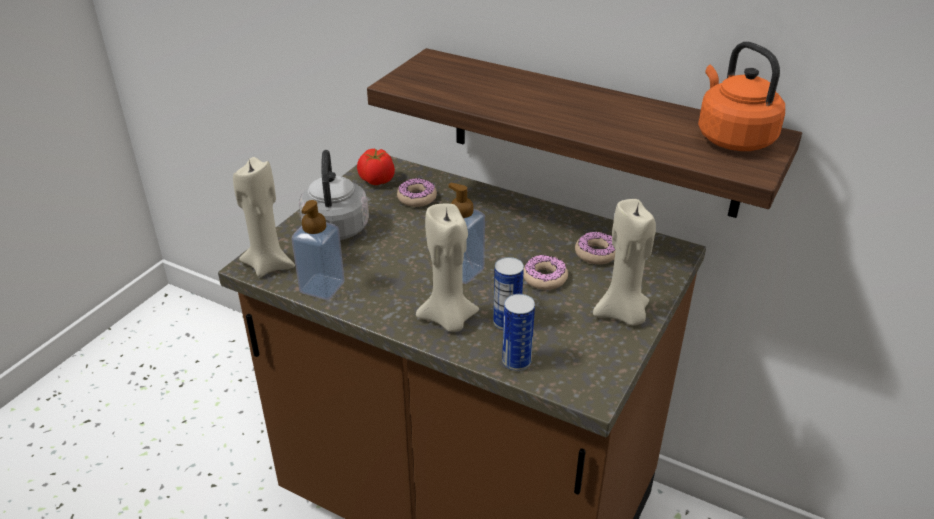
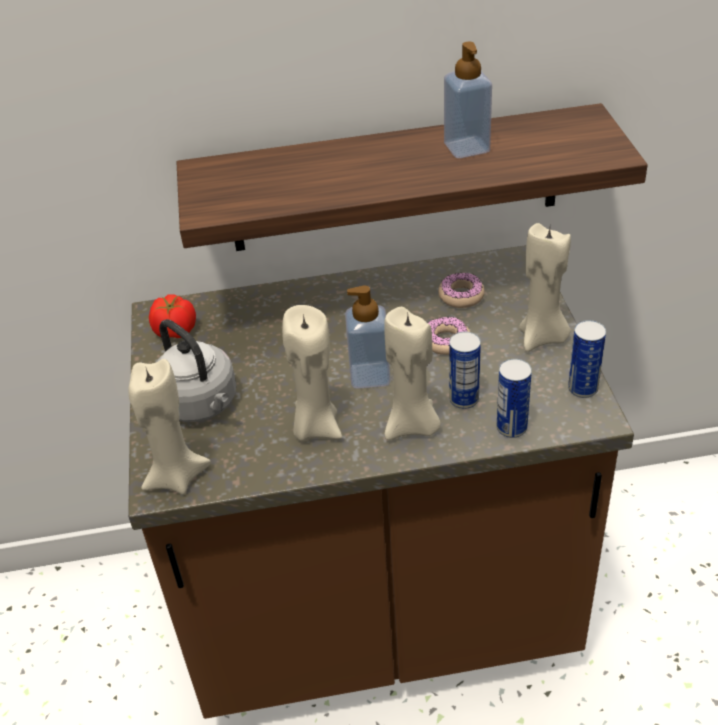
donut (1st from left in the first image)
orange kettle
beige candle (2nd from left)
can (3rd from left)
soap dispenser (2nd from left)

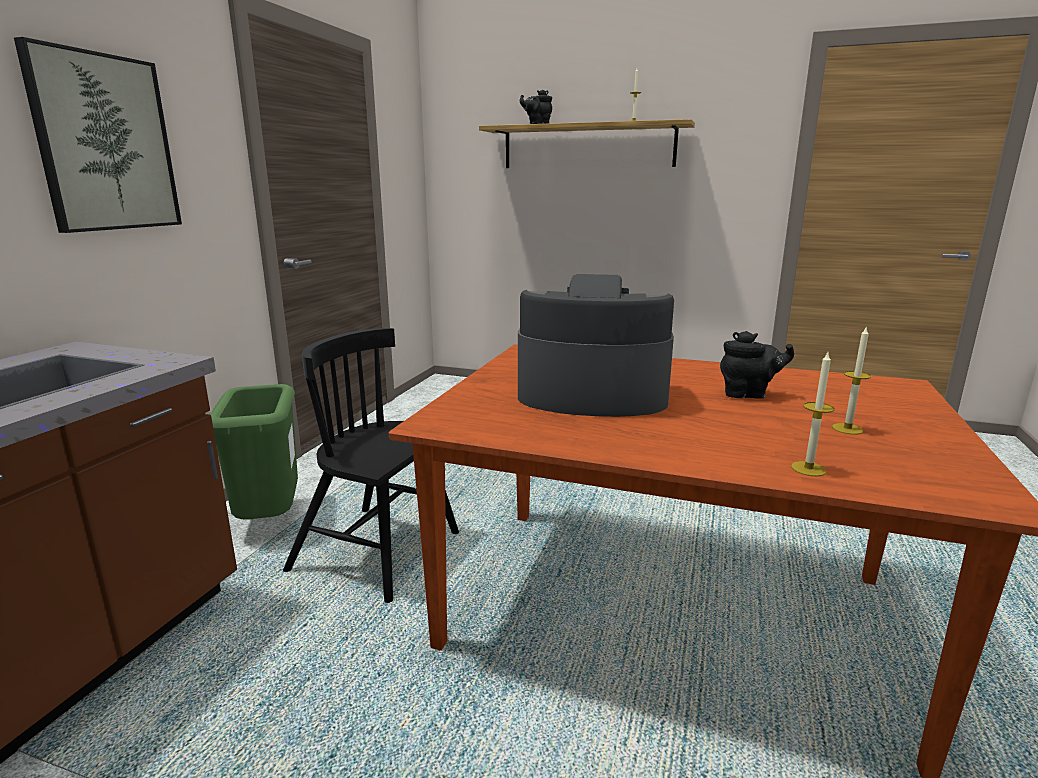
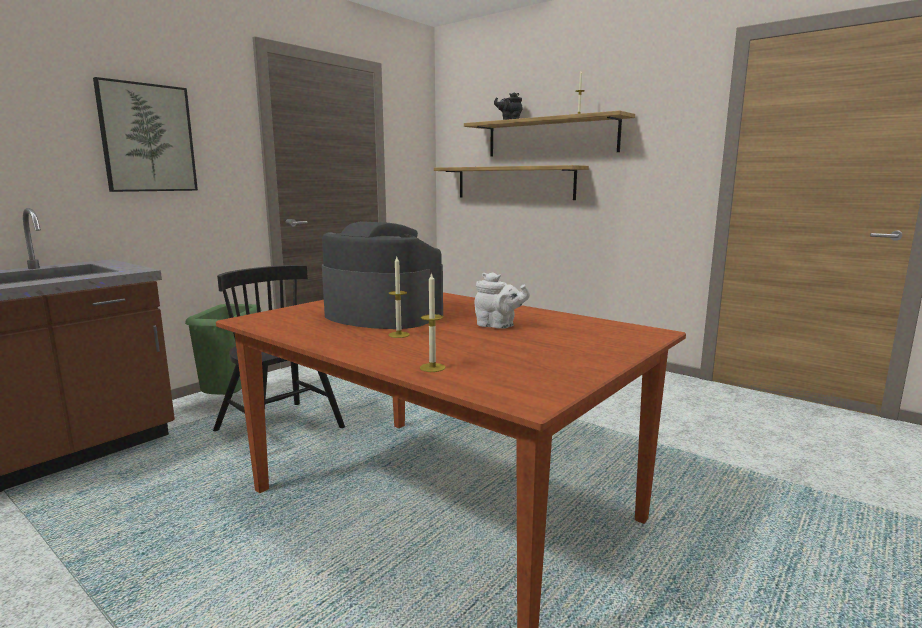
shelf (1st from left)
candle (1st from left)
white teapot

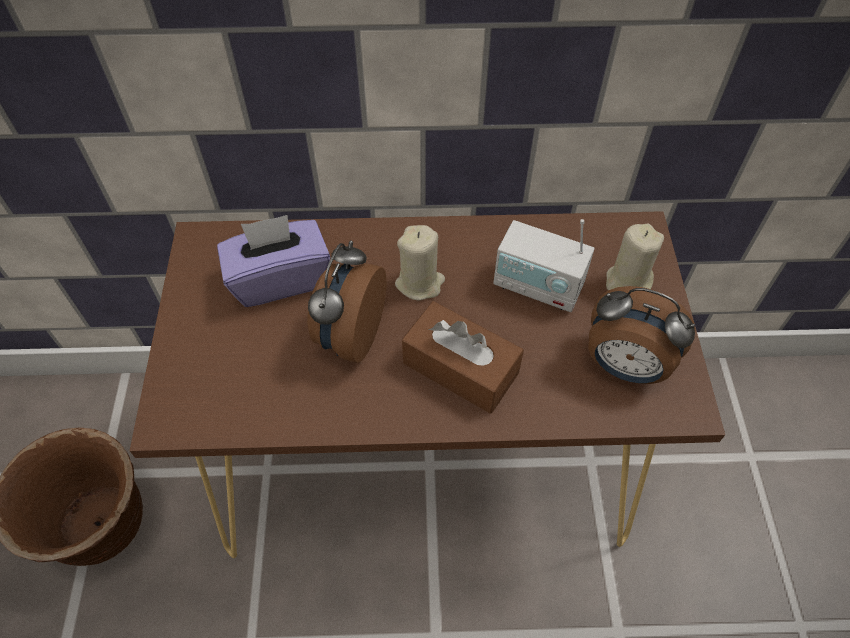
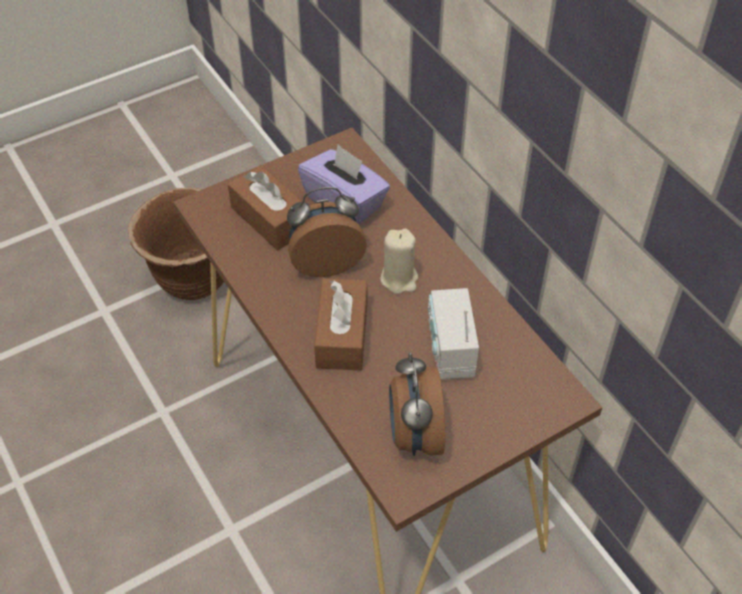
beige candle (2nd from left in the first image)
brown tissue box (1st from left)

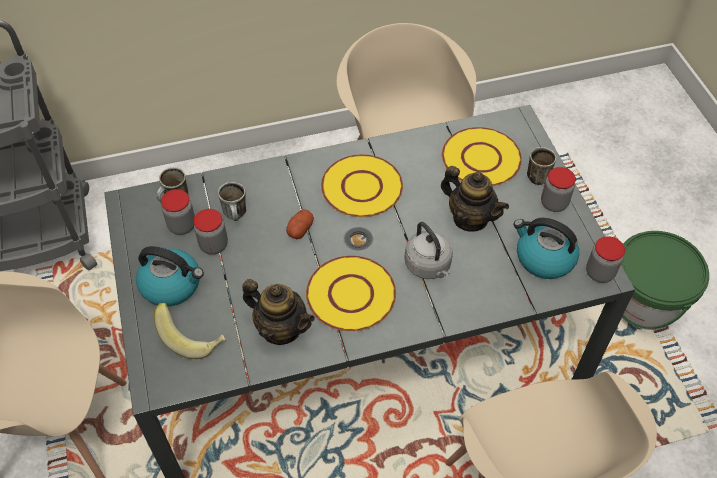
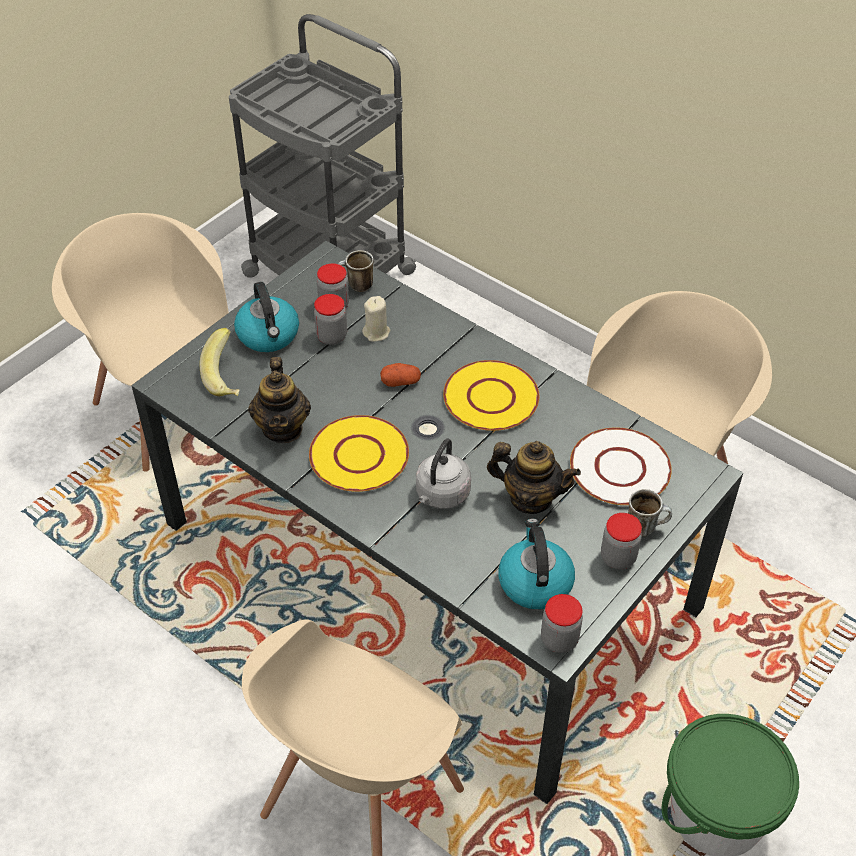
beige candle
white plate
teapot (2nd from left)

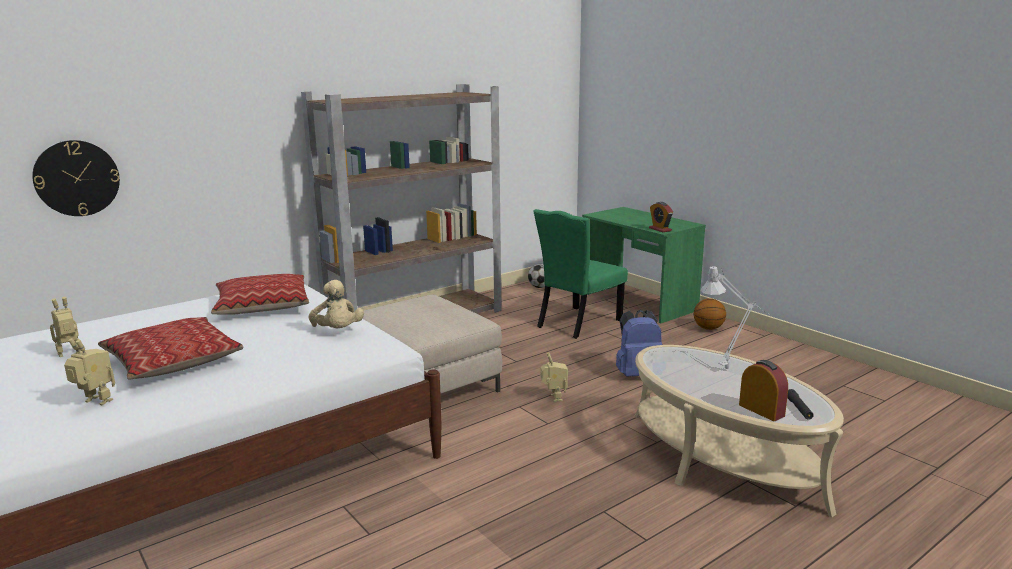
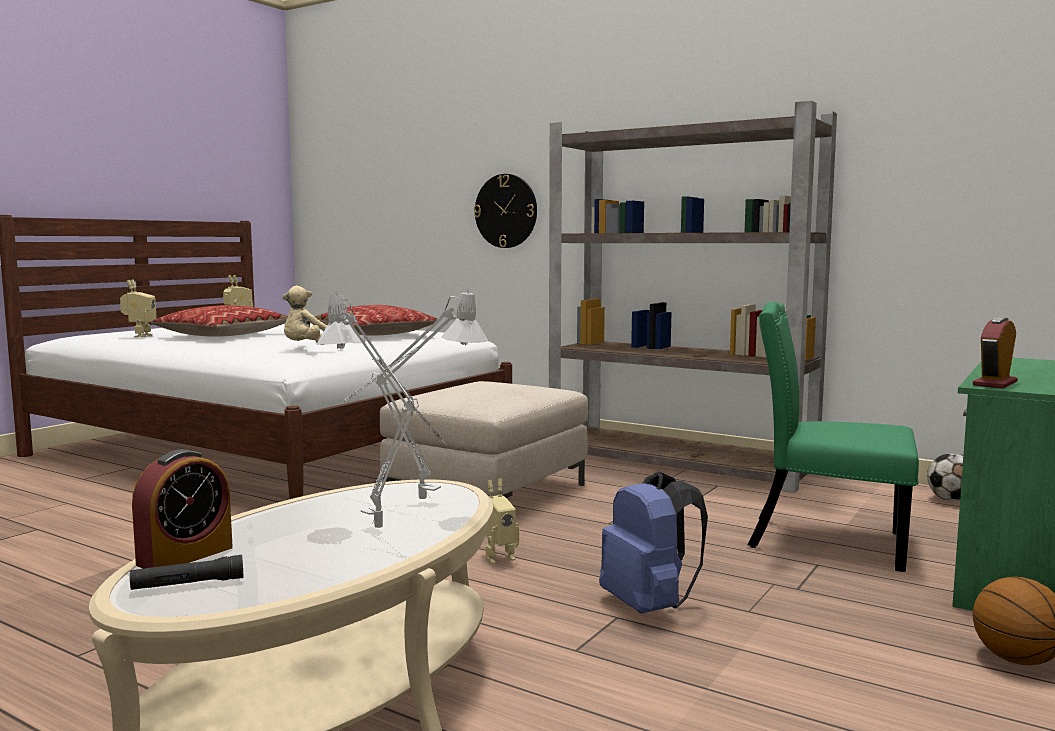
grey table lamp (2nd from left)
wall clock

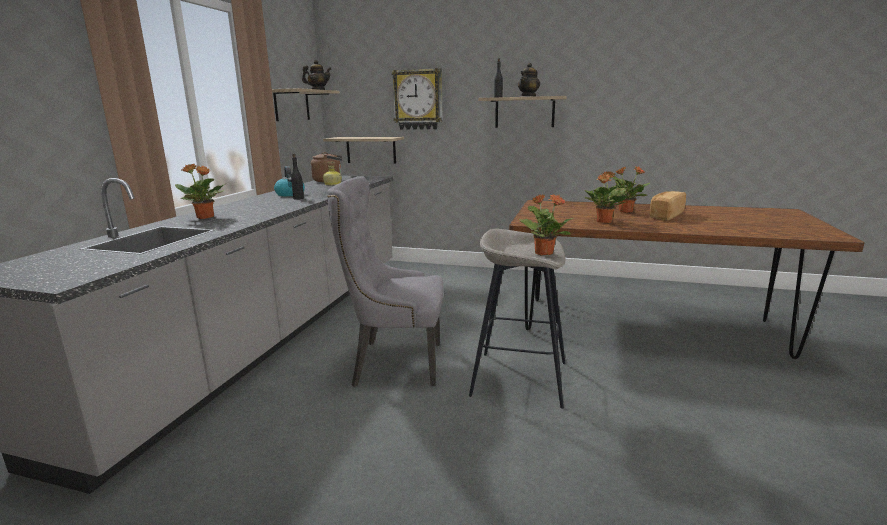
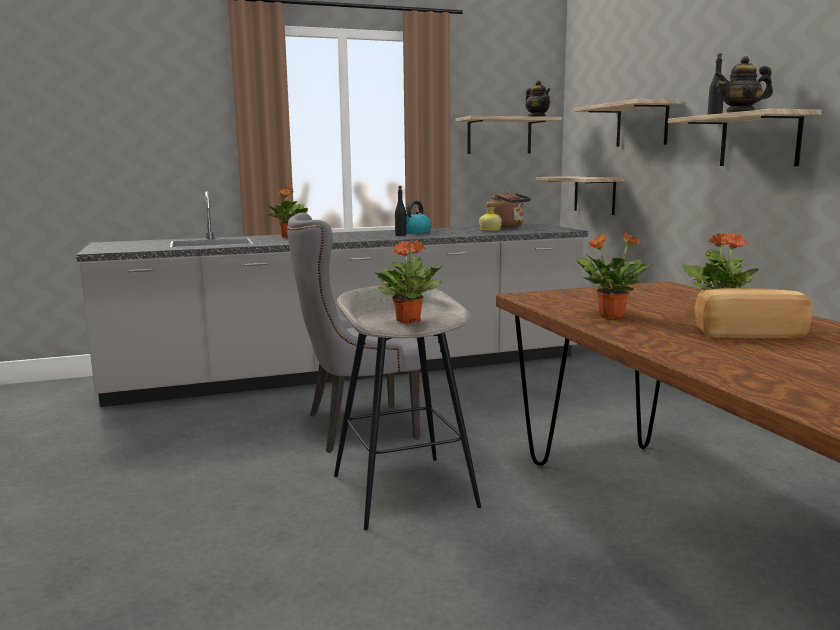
shelf (3rd from left)
grey chair

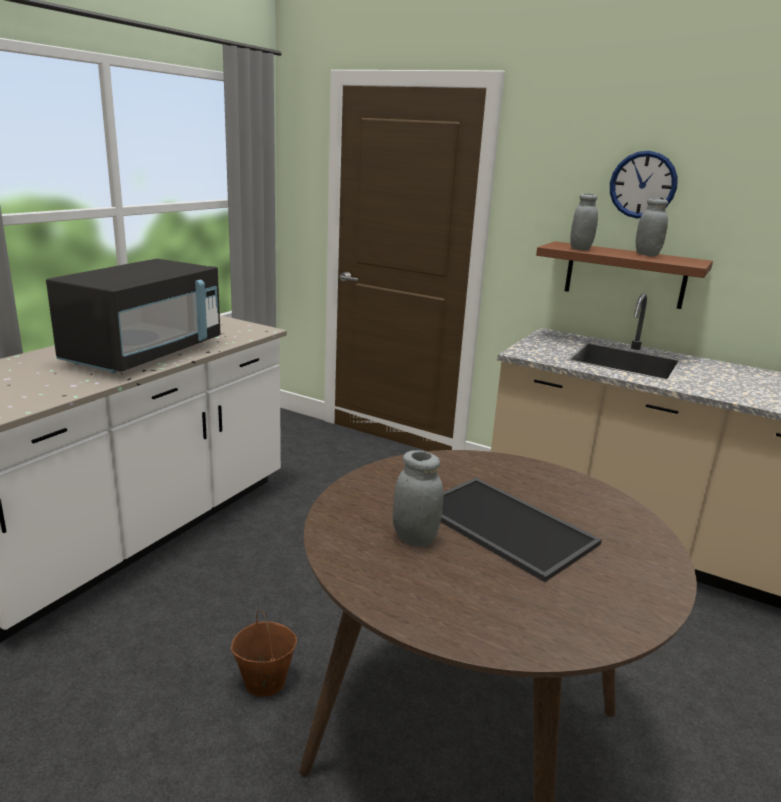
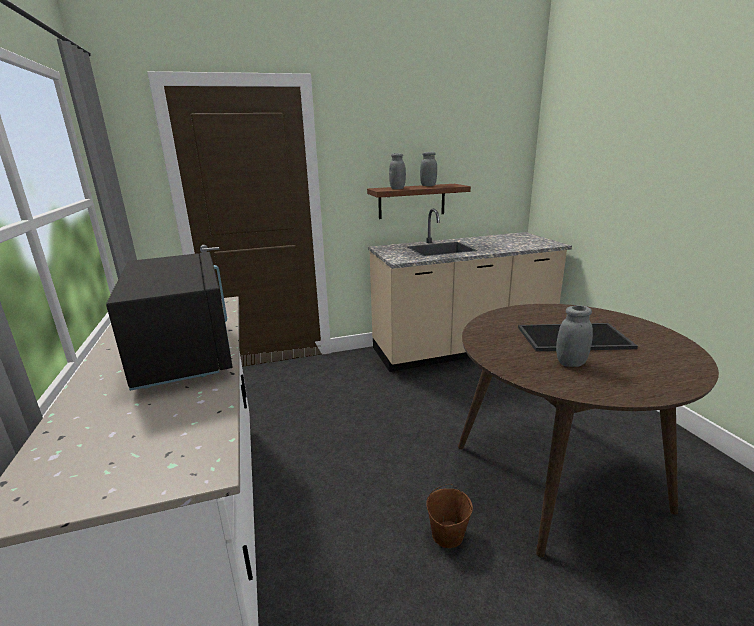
wall clock

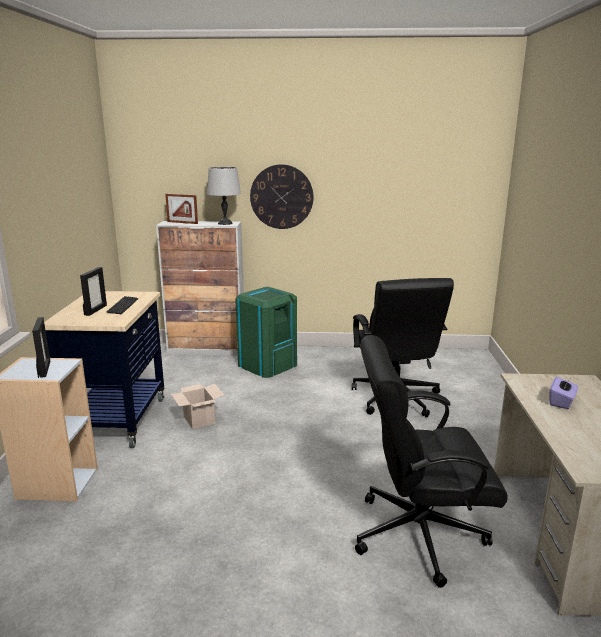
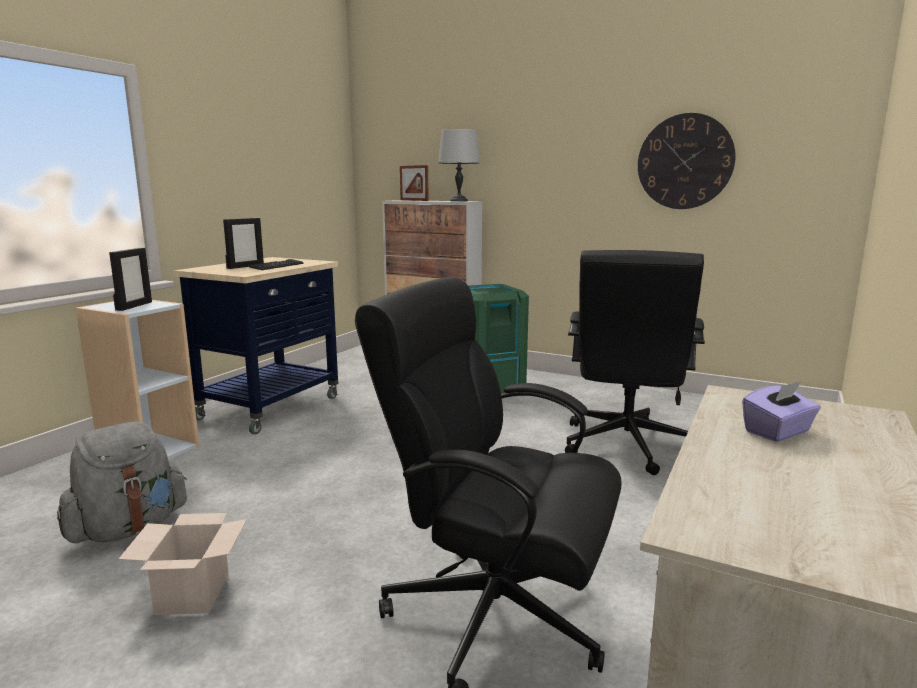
grey backpack
cardboard box
wall clock

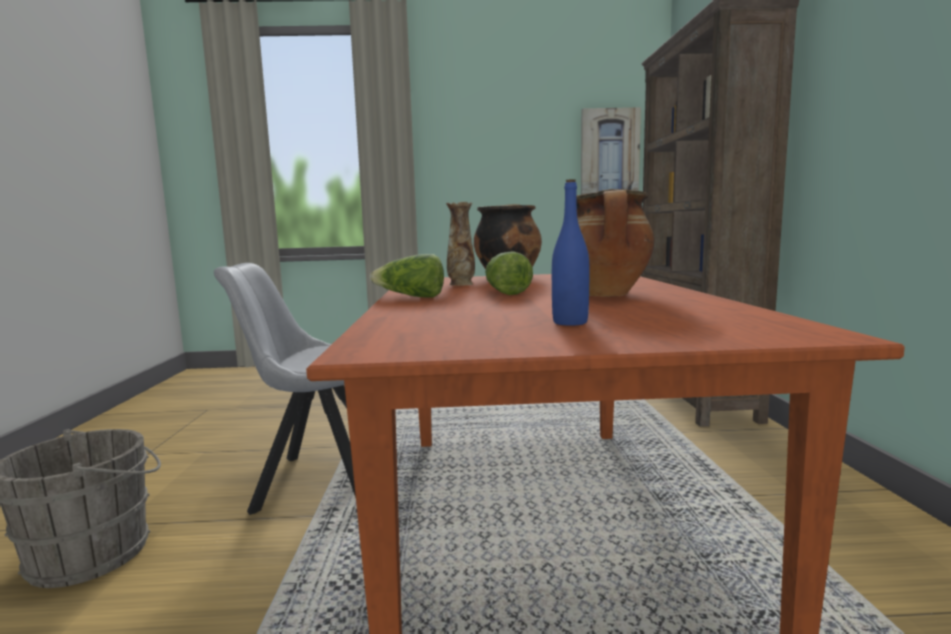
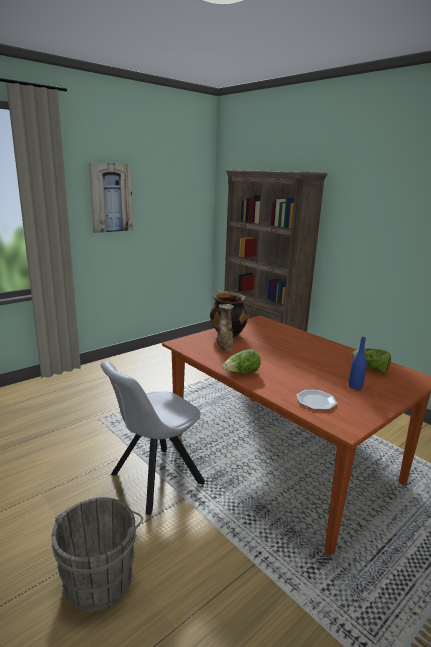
cooking pot (2nd from left in the first image)
plate
lettuce (2nd from left)
picture

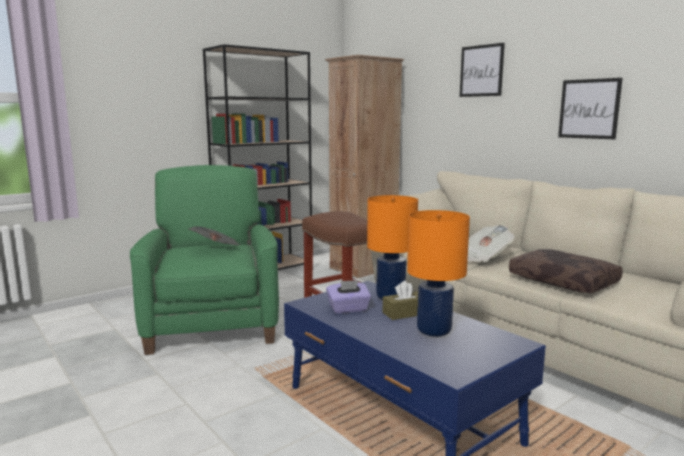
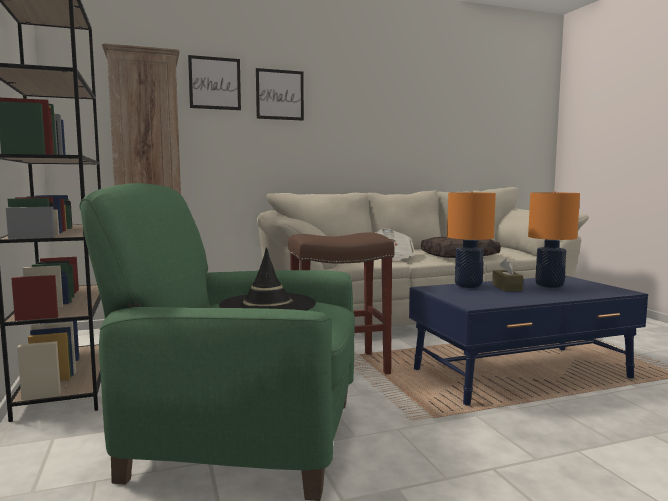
purple tissue box
picture (1st from left)
black hat

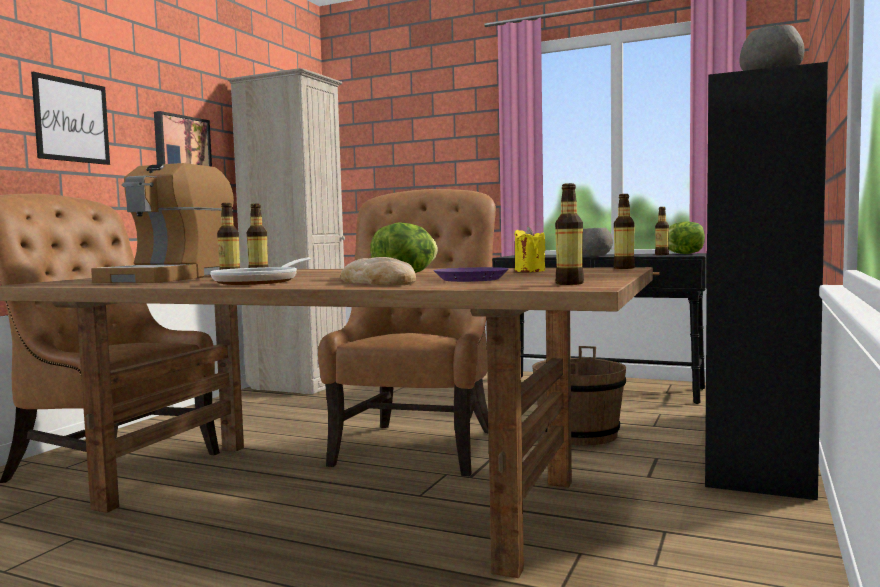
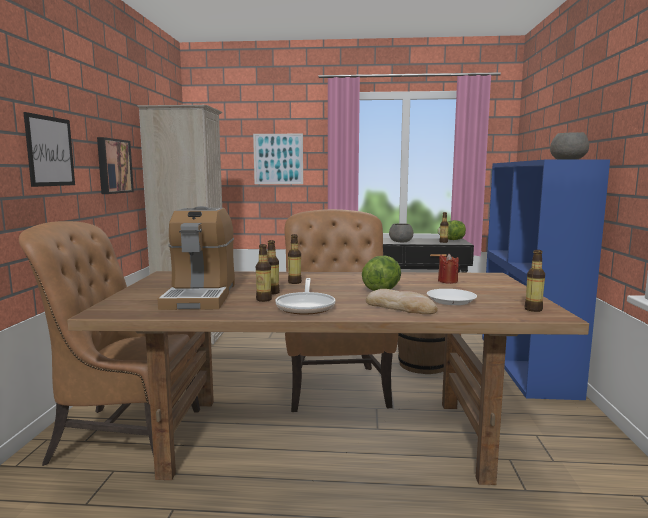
picture (3rd from left)
bottle (3rd from left)
white plate
red candle
blue bookcase

